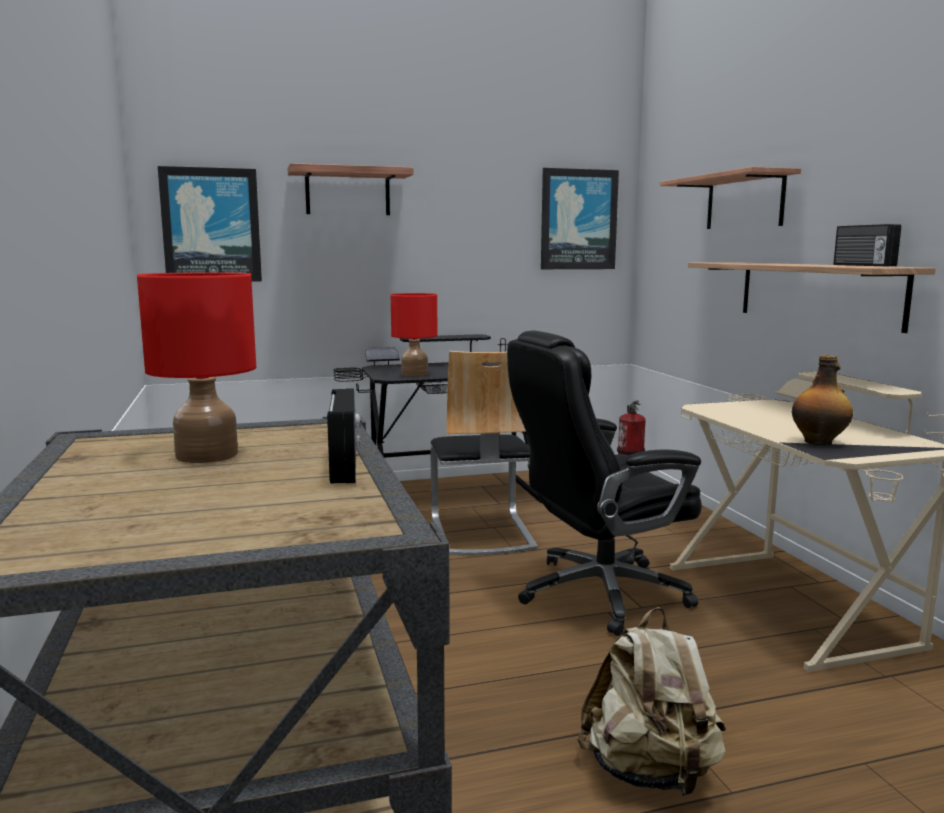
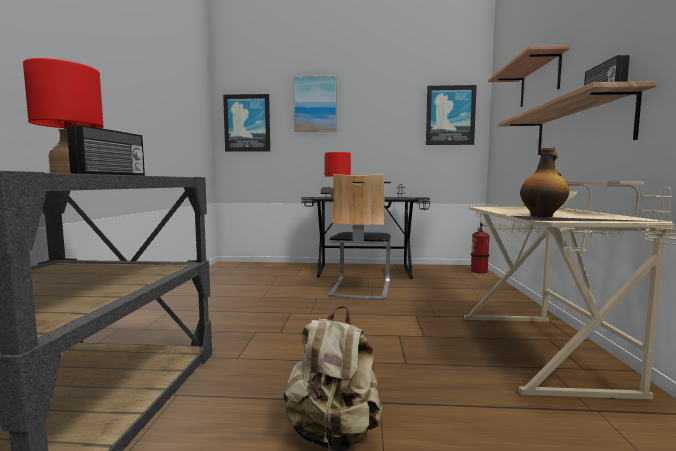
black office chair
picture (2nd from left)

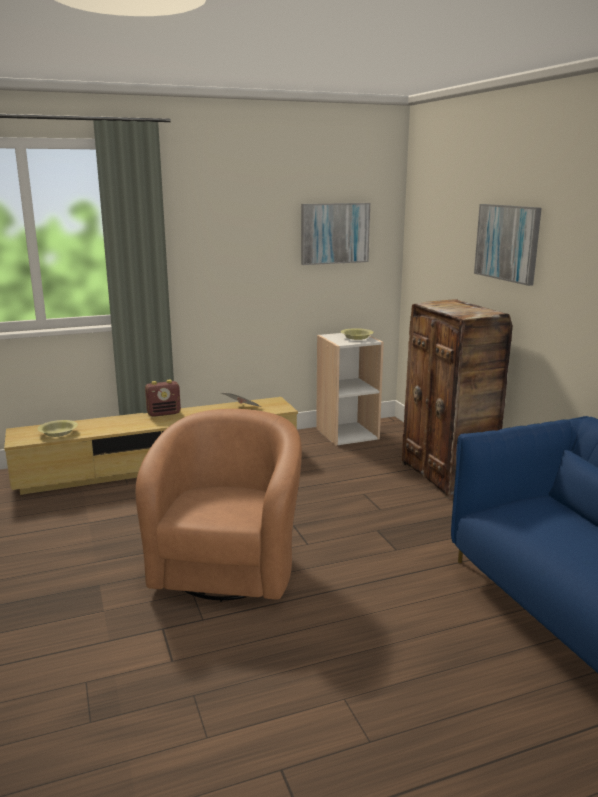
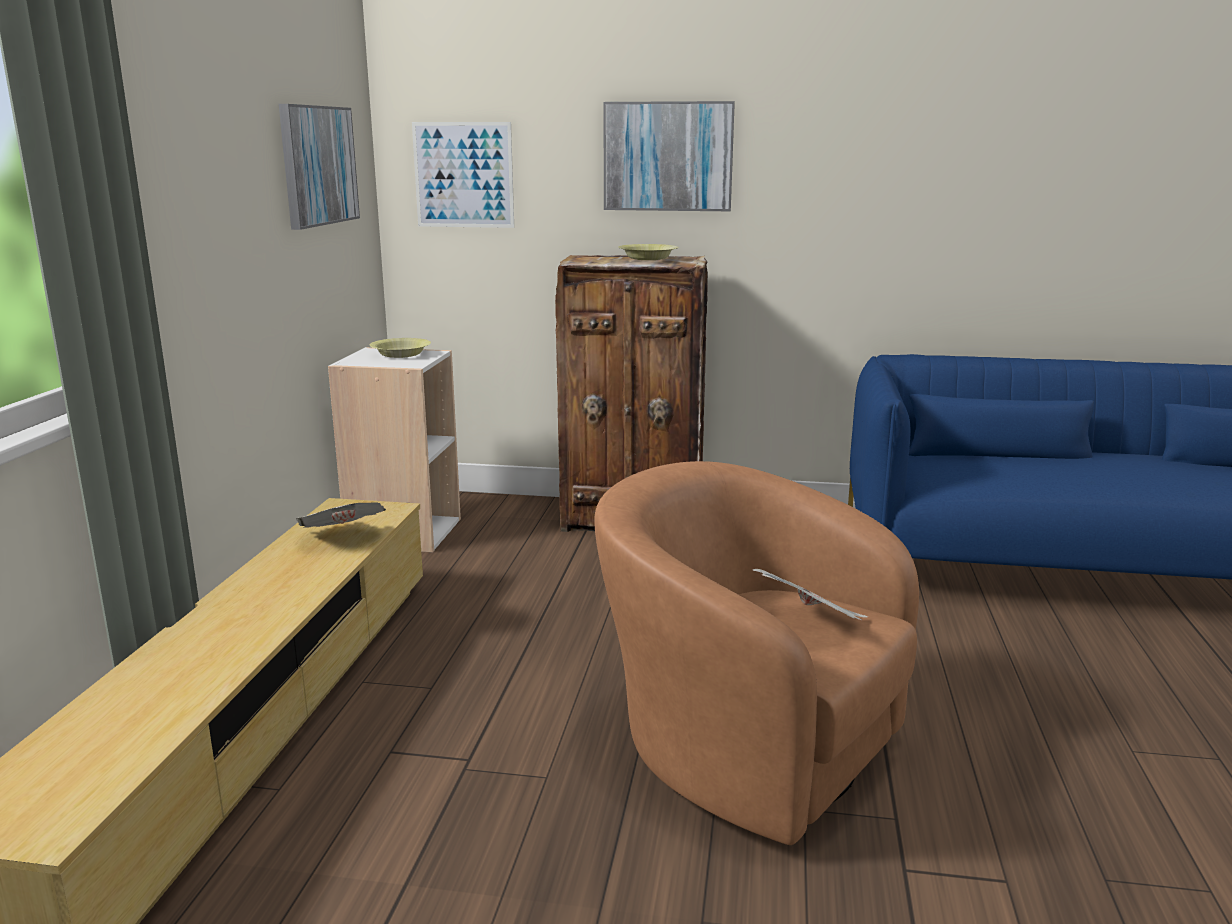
radio
picture (2nd from left)
newspaper (2nd from left)
yellow bowl (2nd from left)

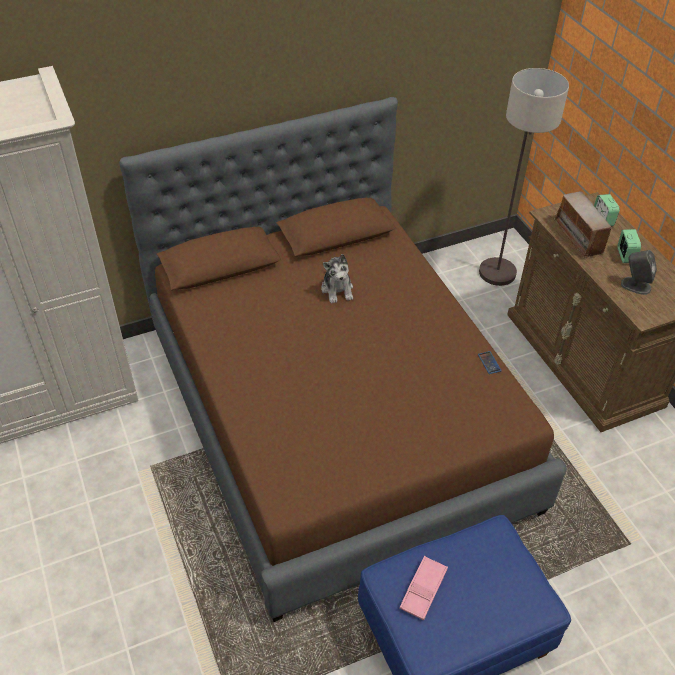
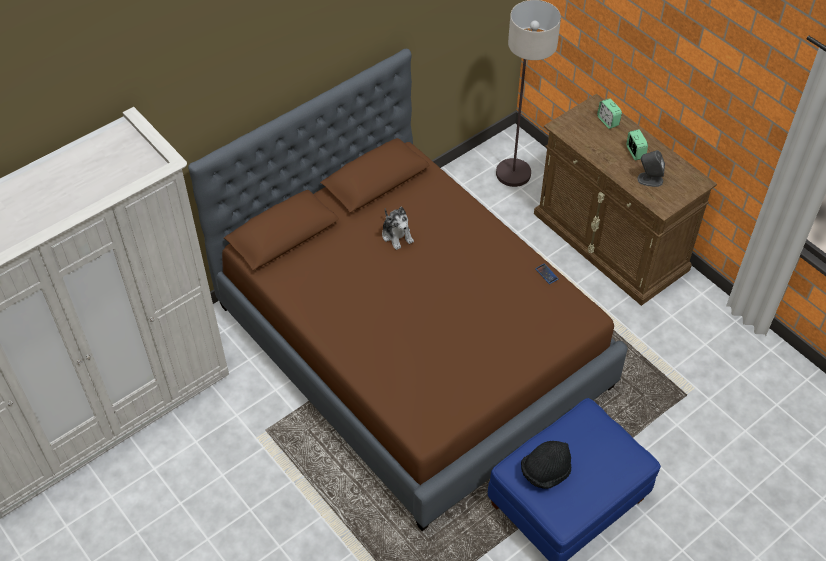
radio
black hat

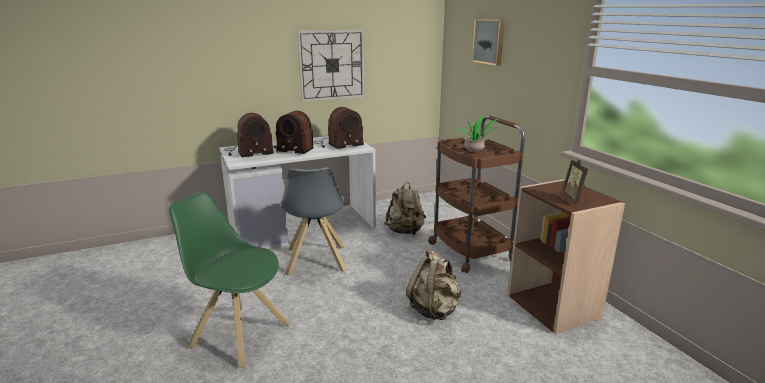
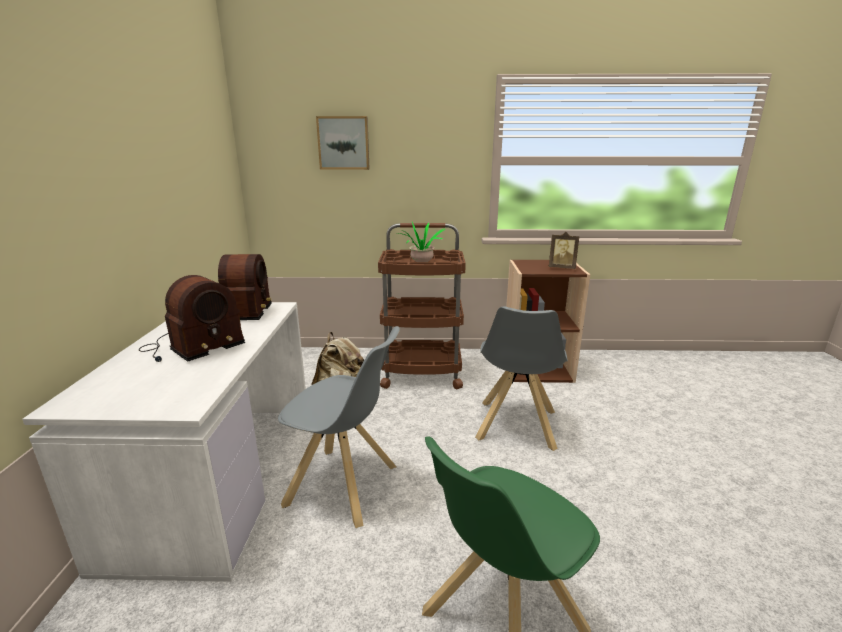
radio (1st from left in the first image)
wall clock
grey chair (2nd from left)

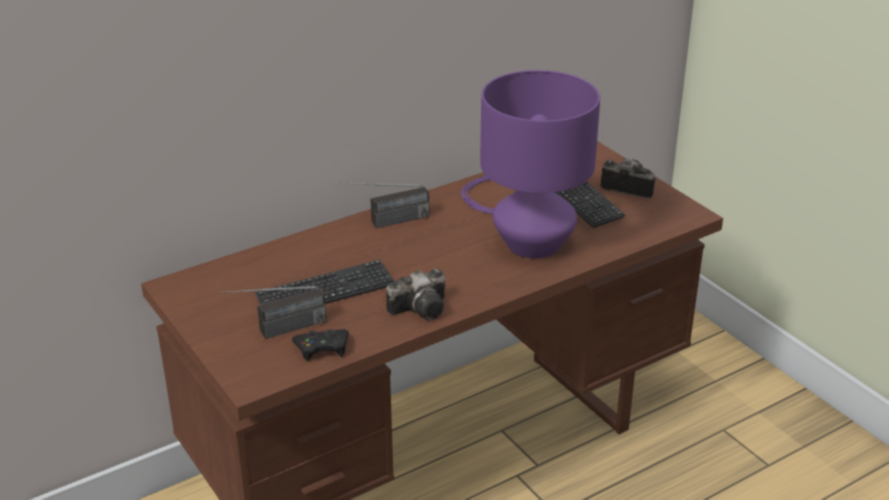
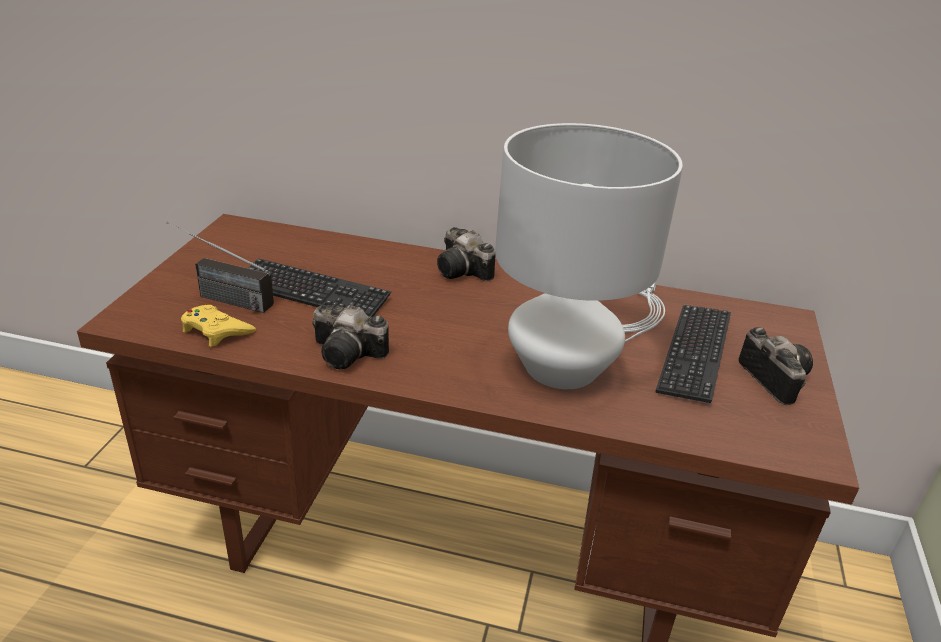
photo camera (2nd from left)
yellow game controller
white table lamp

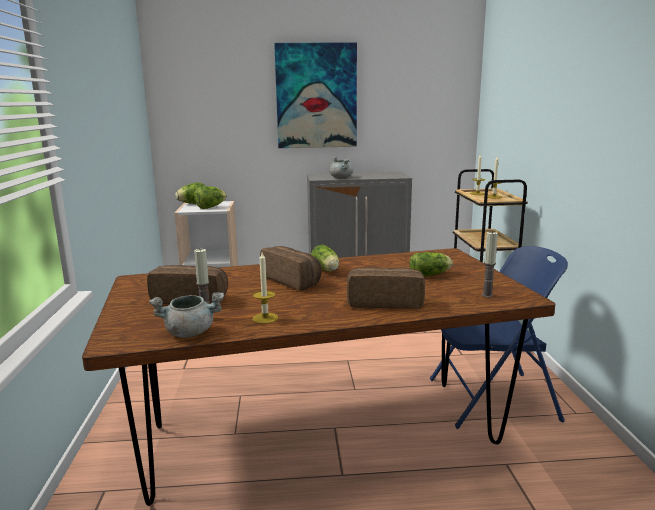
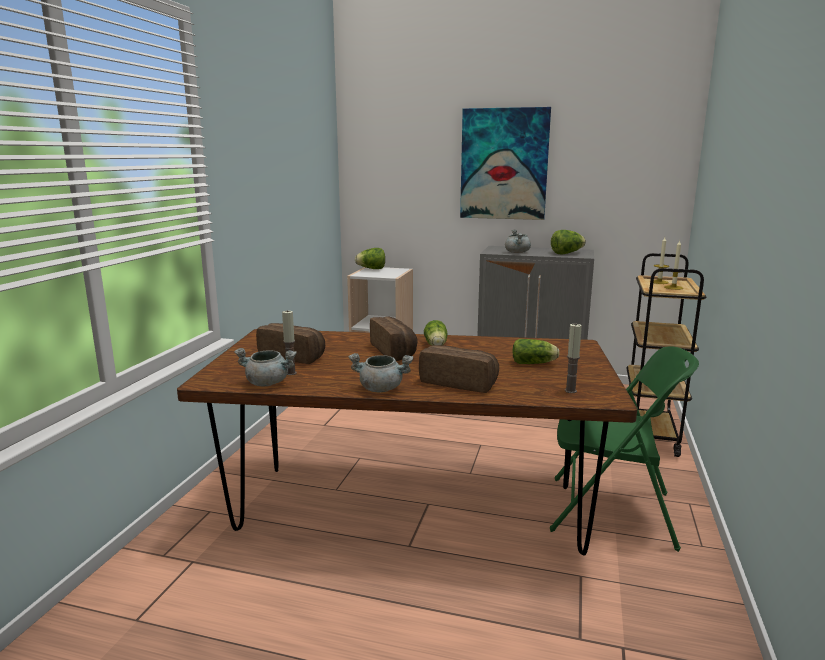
candle (2nd from left in the first image)
grey cooking pot (2nd from left)
lettuce (4th from left)
green chair

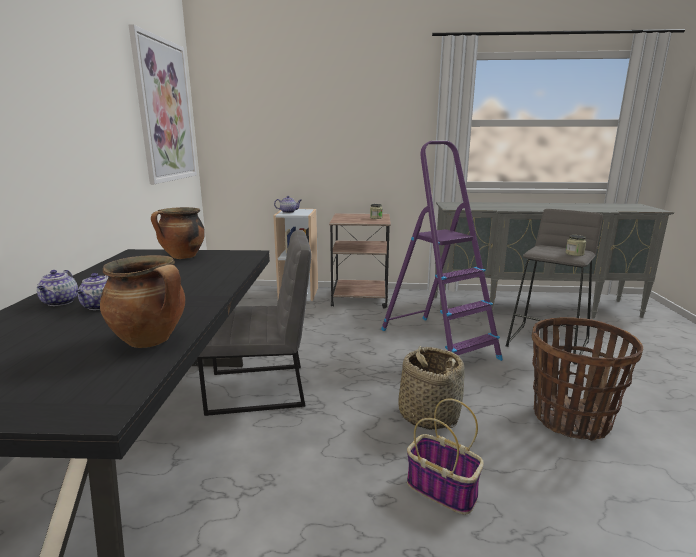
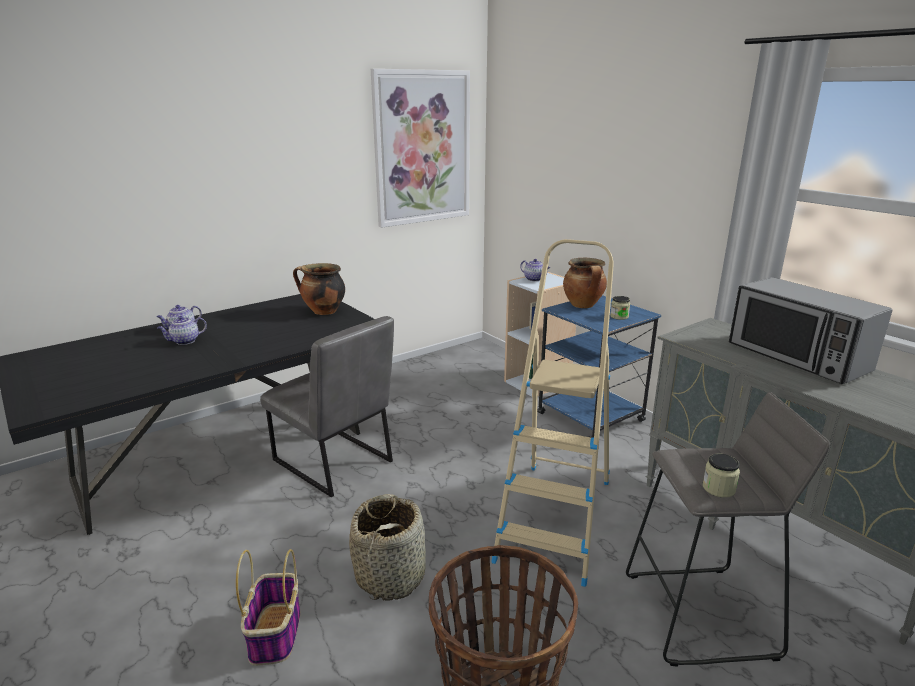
microwave
cooking pot (2nd from left)
blue cart
beige step ladder

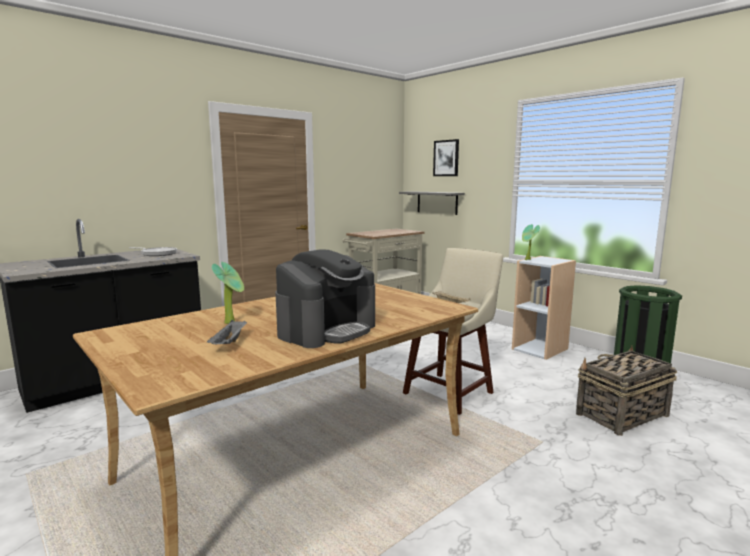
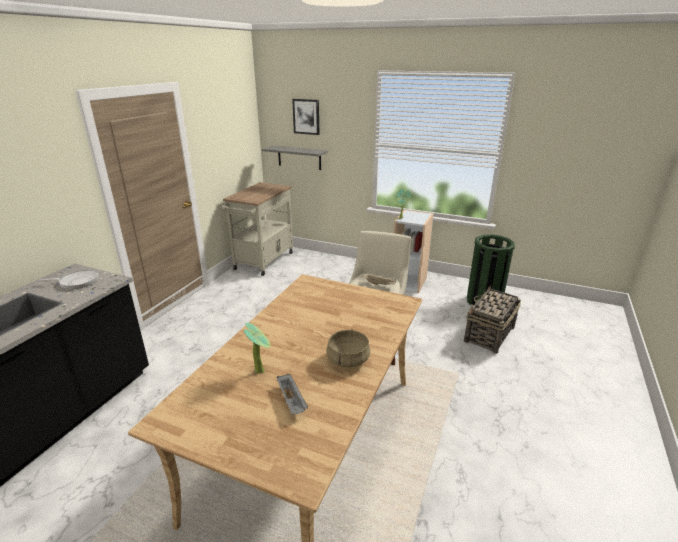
beige cooking pot

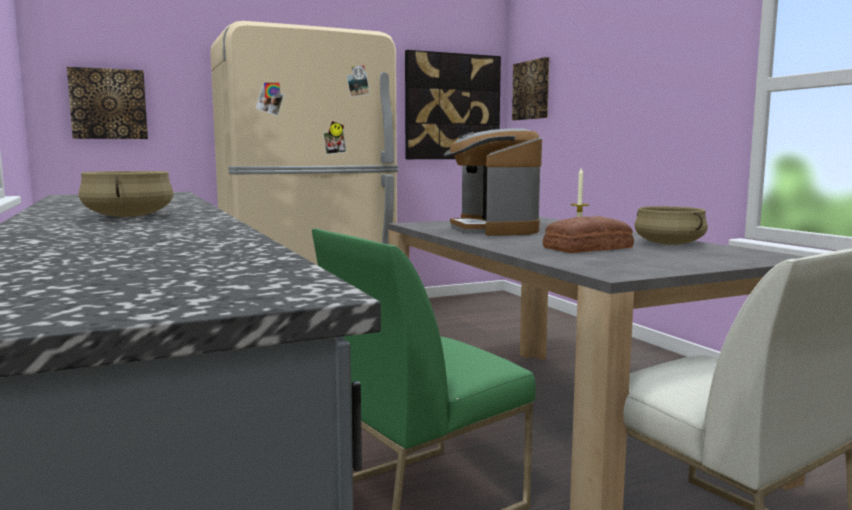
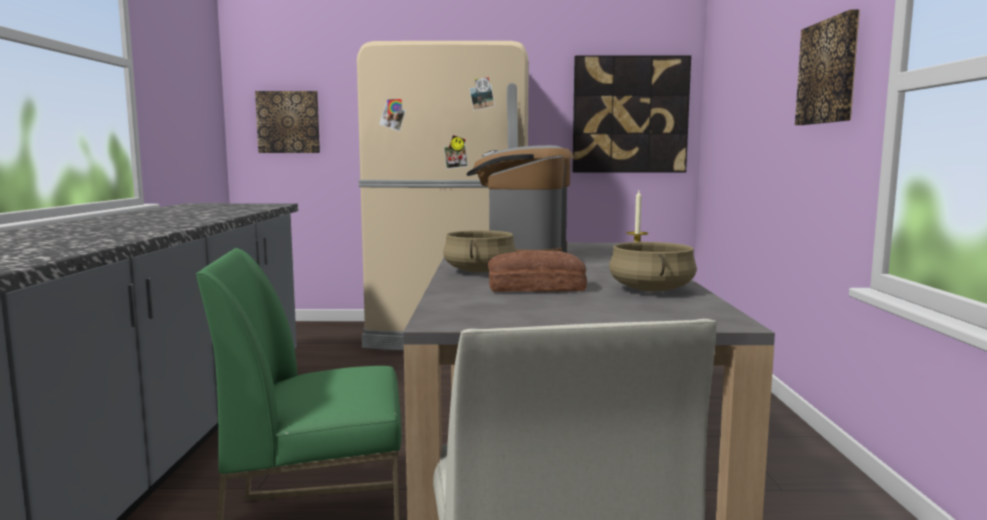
beige cooking pot (1st from left)
picture (3rd from left)

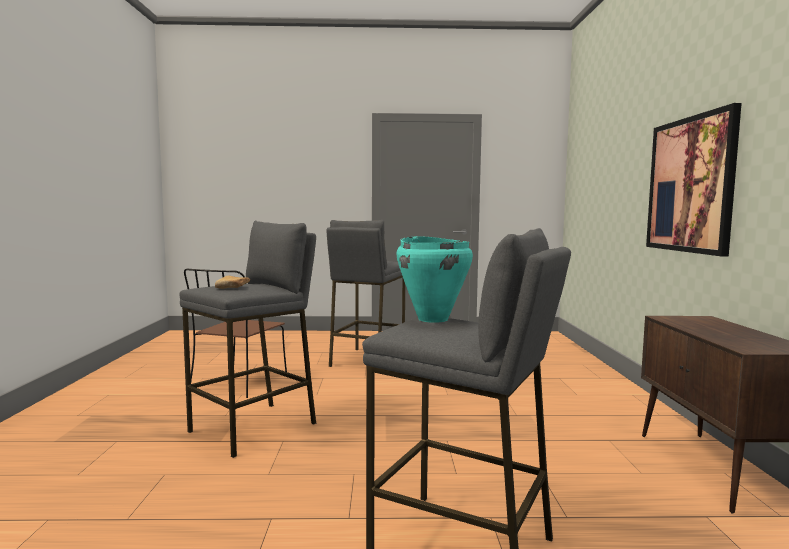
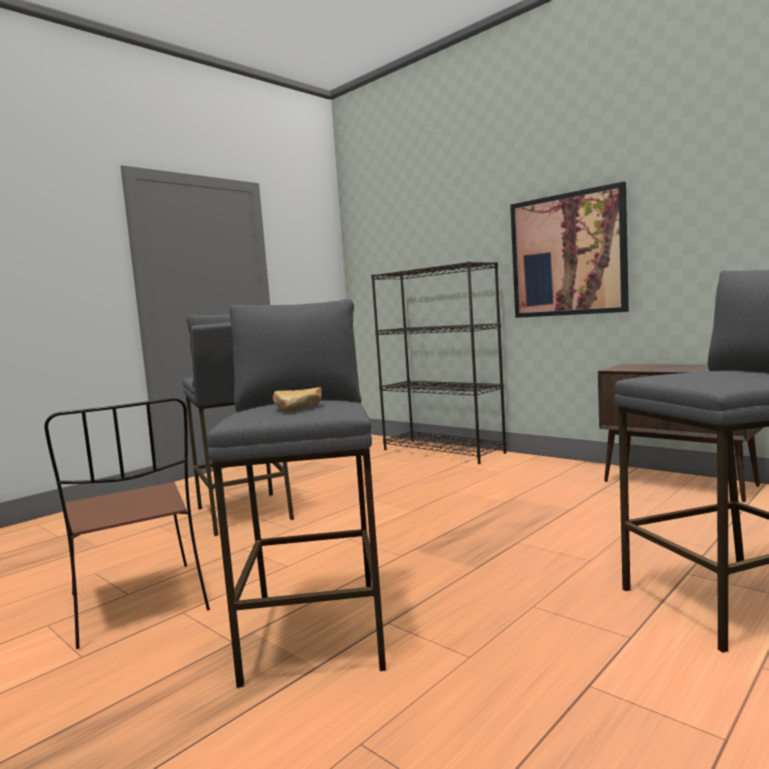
turquoise cooking pot
black bookcase

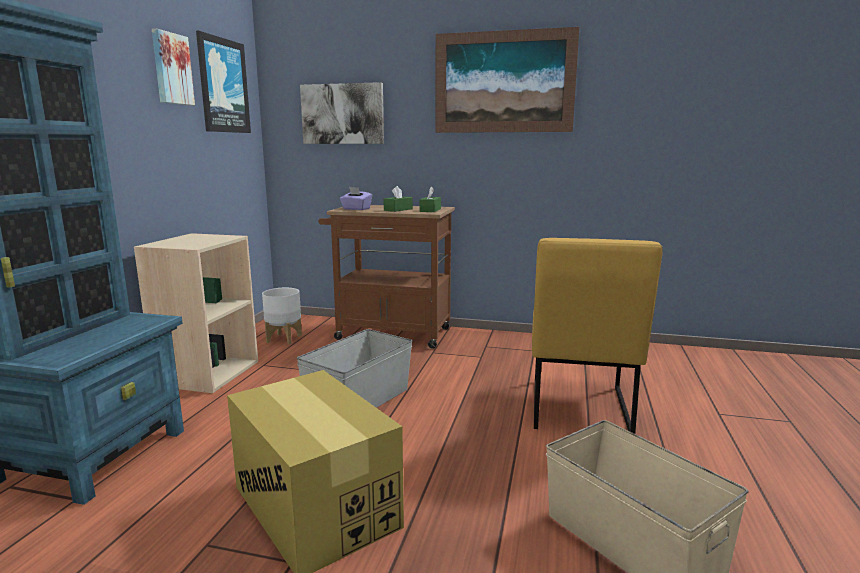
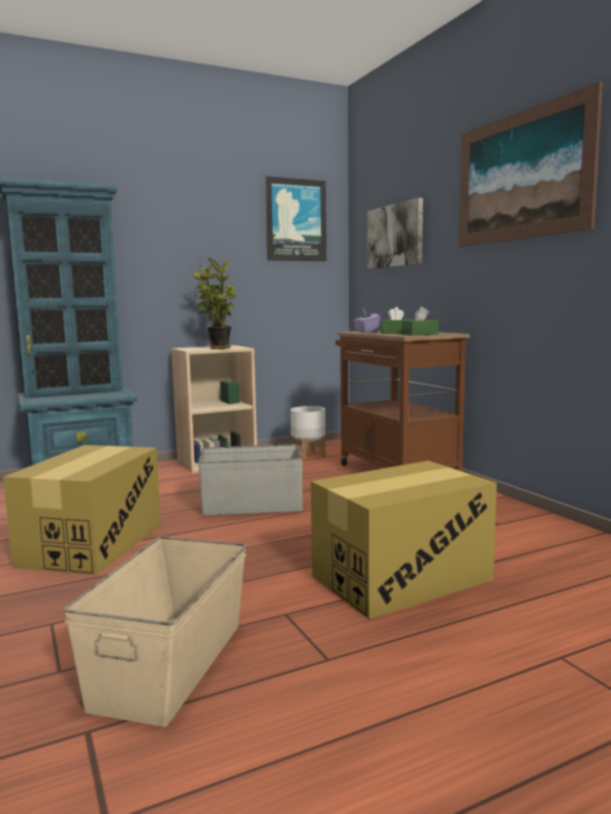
picture (1st from left in the first image)
potted plant
cardboard box (2nd from left)

